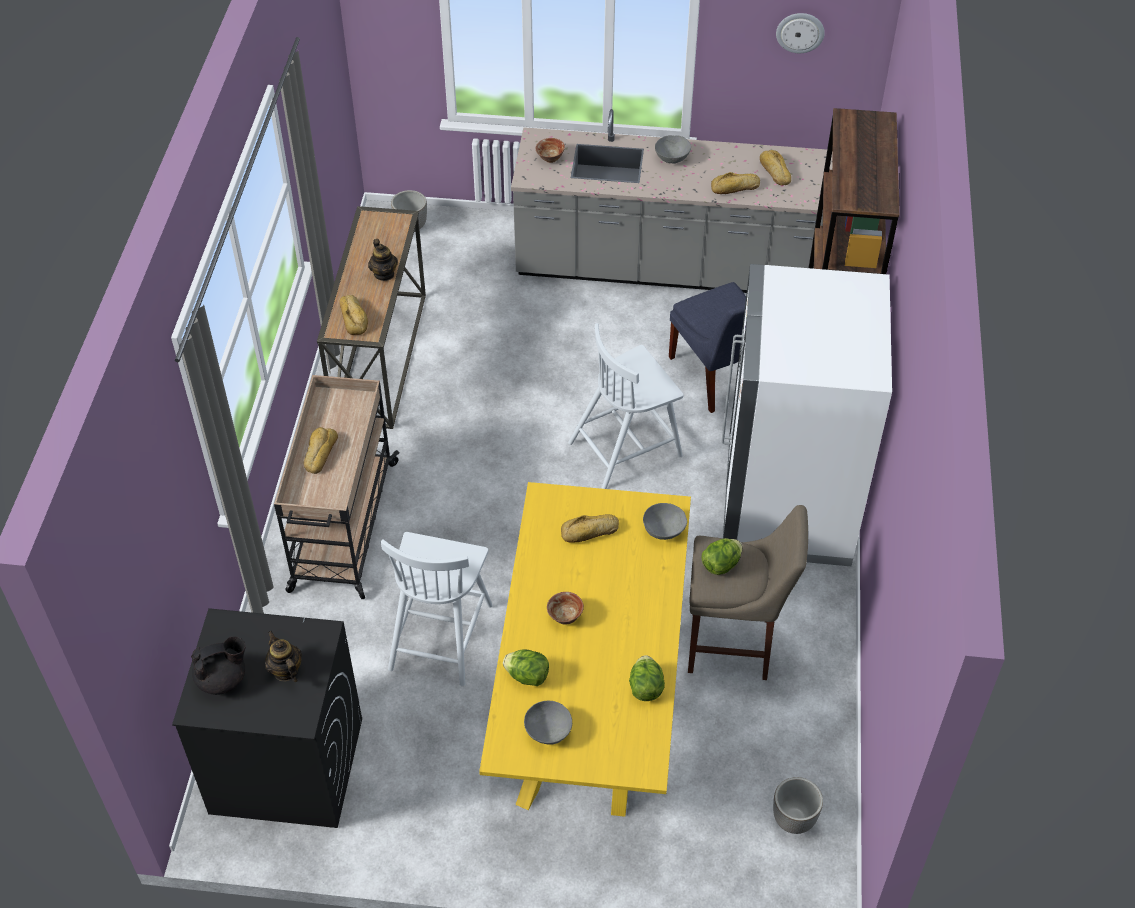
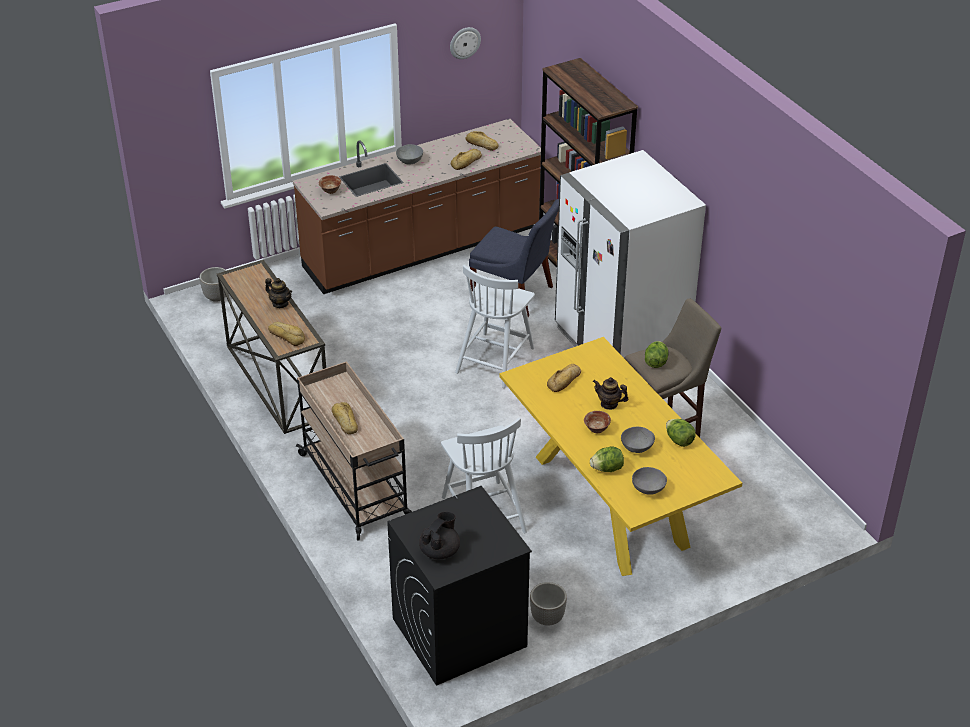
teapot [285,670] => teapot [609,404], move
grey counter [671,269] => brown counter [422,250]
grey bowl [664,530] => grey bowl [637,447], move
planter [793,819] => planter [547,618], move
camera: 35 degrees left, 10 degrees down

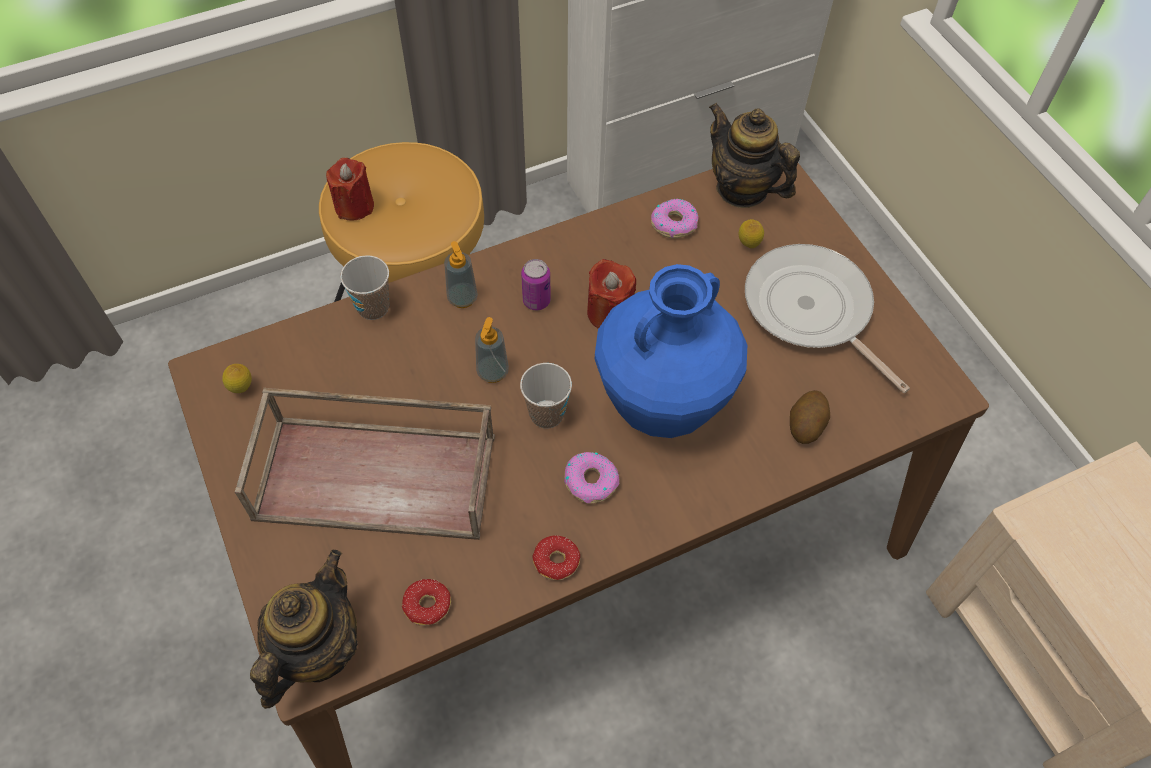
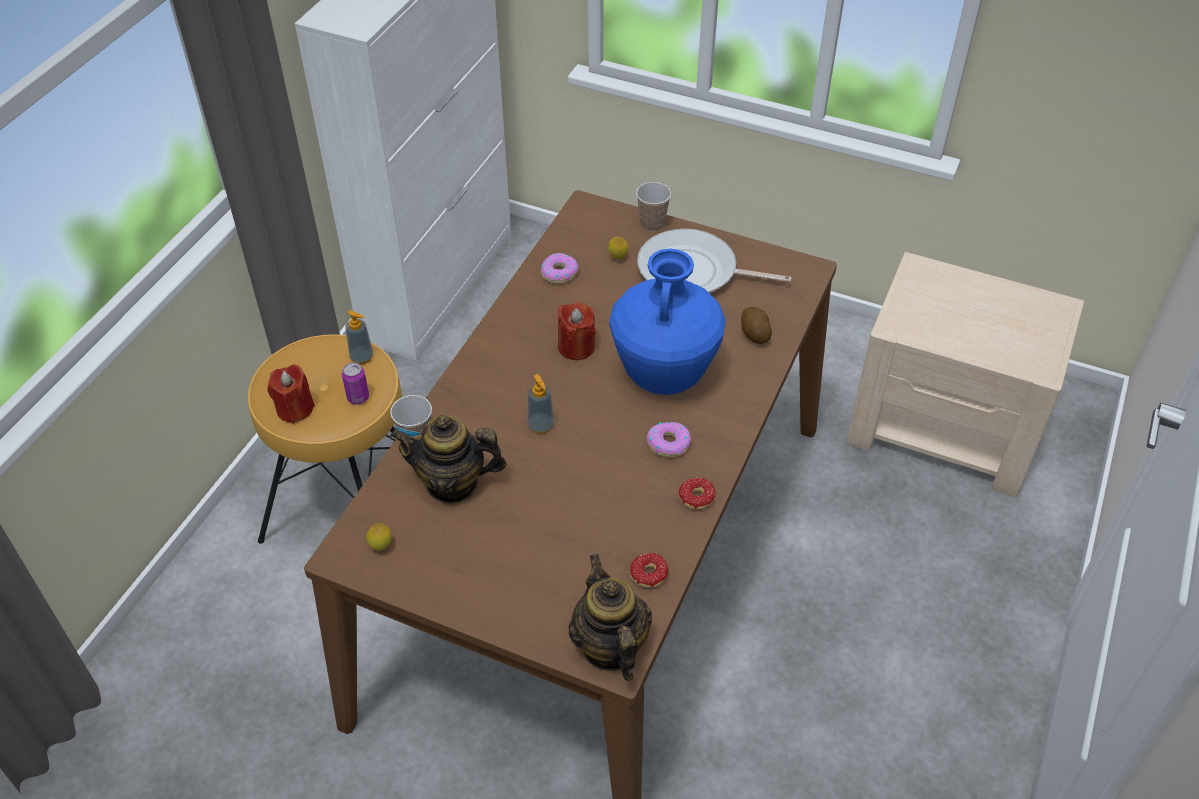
brown tray [378,475] => nothing
soap dispenser [462,298] => soap dispenser [362,357], move
cup [546,414] => cup [652,224], move
can [536,301] => can [358,398], move
teapot [742,189] => teapot [452,484], move
camera: 40 degrees left, 10 degrees down

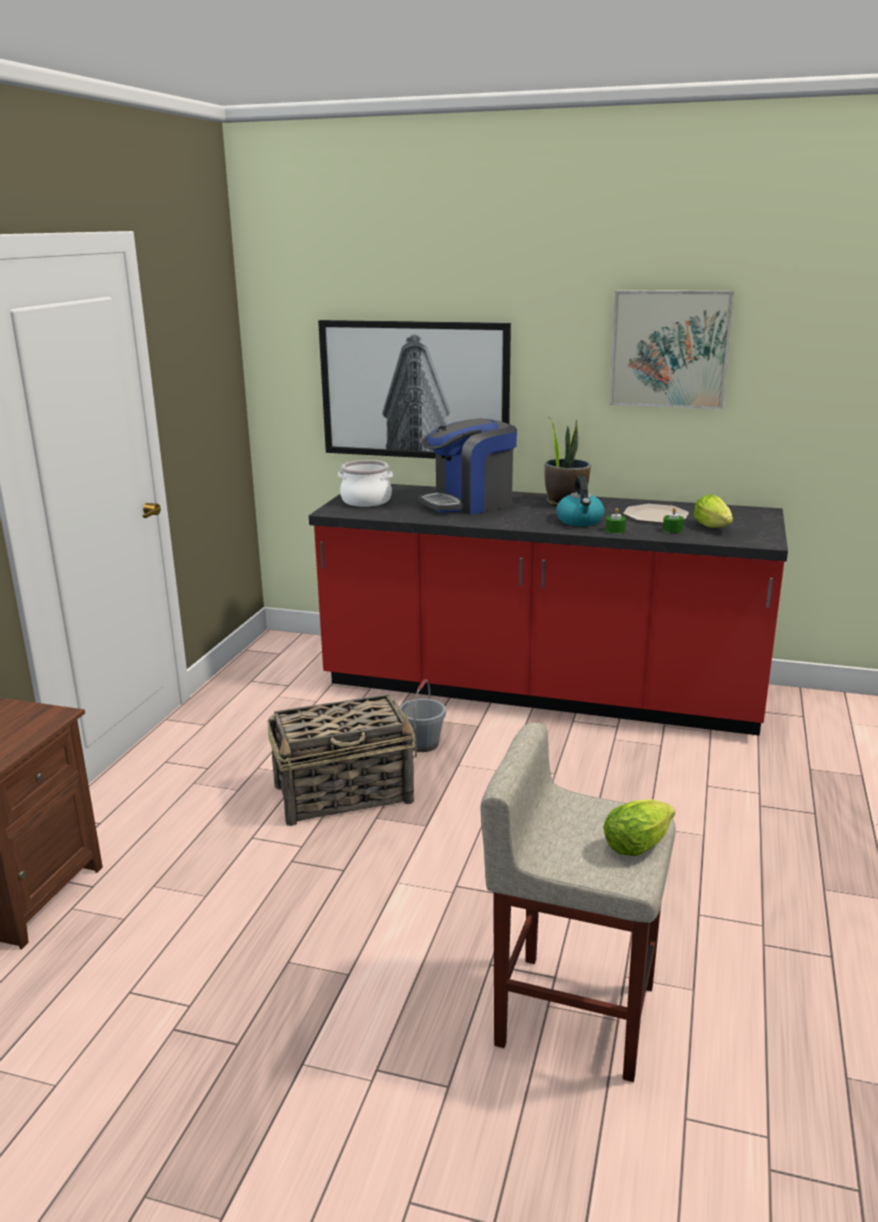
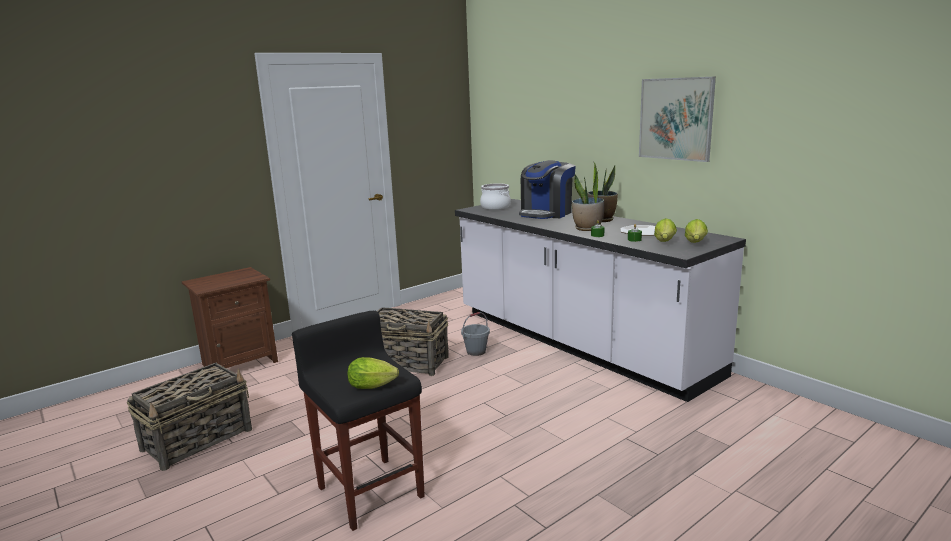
red counter [540,690] => white counter [578,342]
picture [414,390] => nothing
coffee machine [469,503] => coffee machine [546,213], 60 degrees counterclockwise
beige stool [573,1013] => black stool [370,491]
kettle [580,521] => potted plant [587,229]
nothing => basket [198,439]
nothing => lettuce [695,243]
camera: 35 degrees right, 5 degrees down

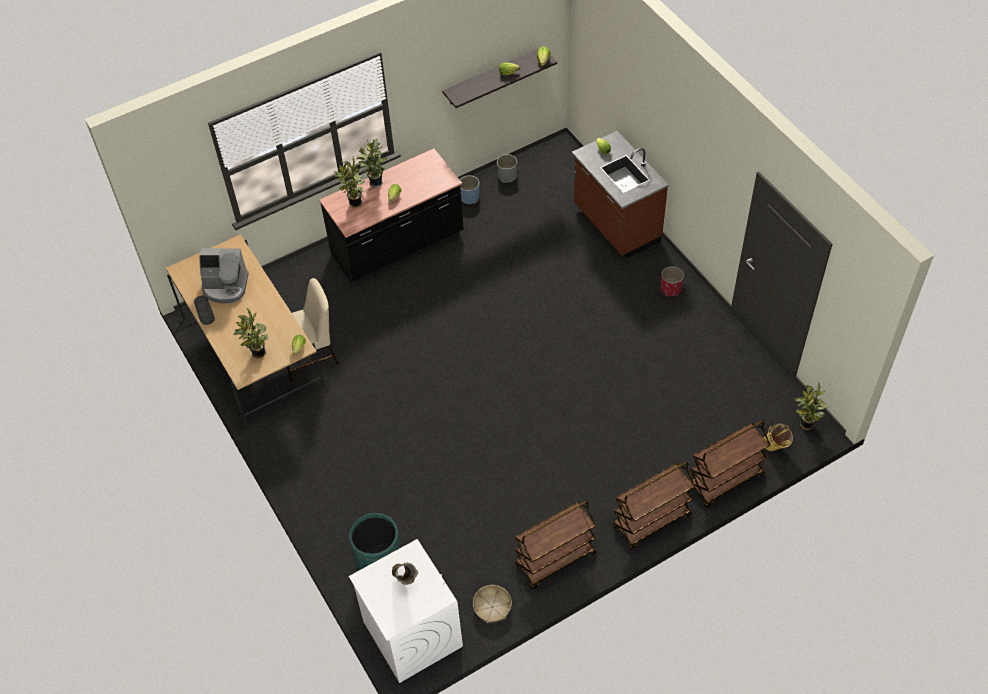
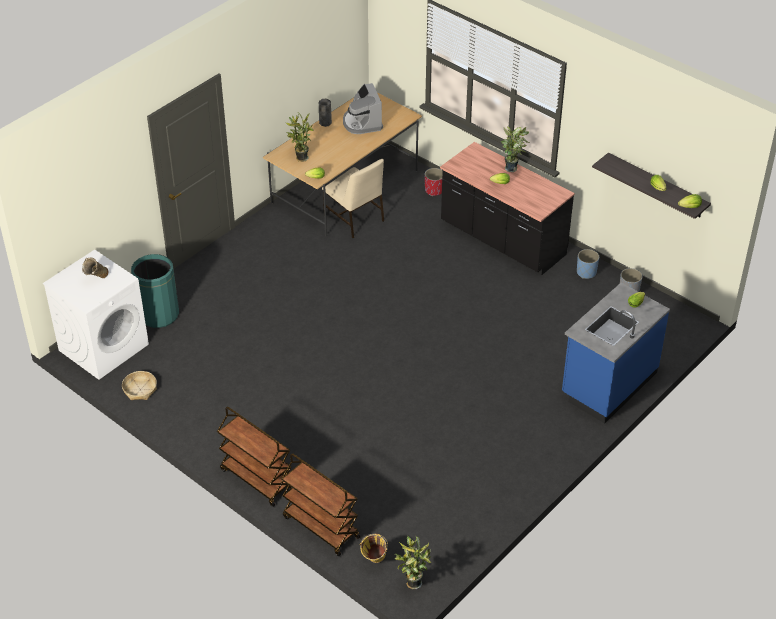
potted plant [354,204] => nothing
brown cart [555,560] => nothing
brown counter [615,225] => blue counter [608,384]
red planter [670,289] => red planter [434,190], move
camera: 70 degrees right, 10 degrees down

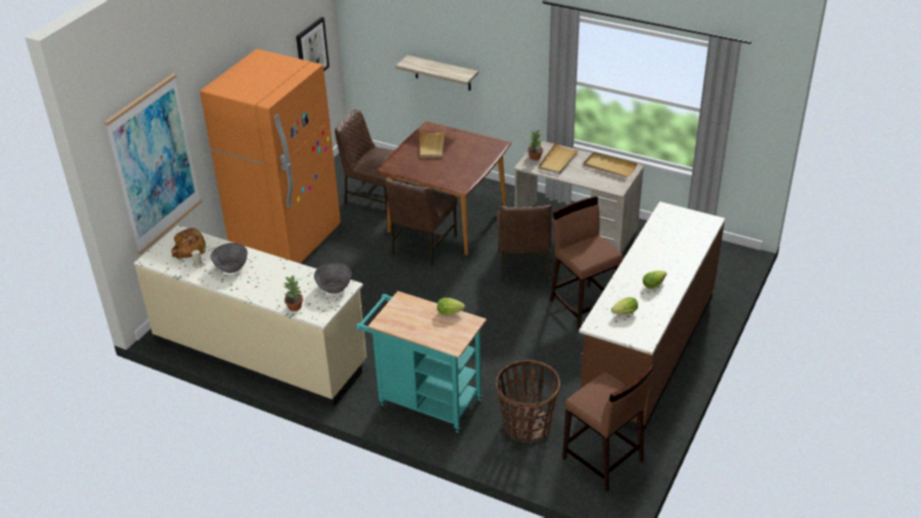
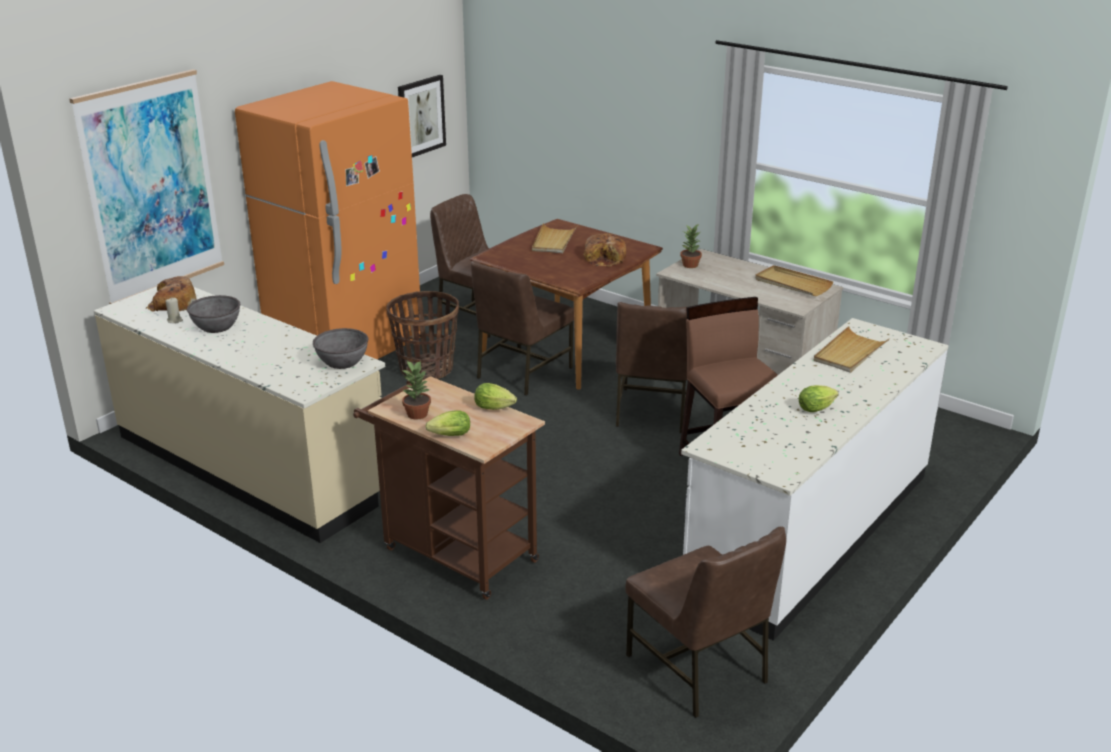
potted plant [294,306] => potted plant [417,414], move
turquoise cart [424,400] => brown cart [453,552]
shelf [442,73] => nothing
basket [526,426] => basket [426,369], move
beige tray [558,160] => beige tray [849,353], move
brown stool [603,460] => brown chair [699,669]
brown counter [647,351] => white counter [808,532]
lettuce [623,313] => lettuce [448,436], move
nothing => bread [606,258]
camera: 10 degrees right, 10 degrees down

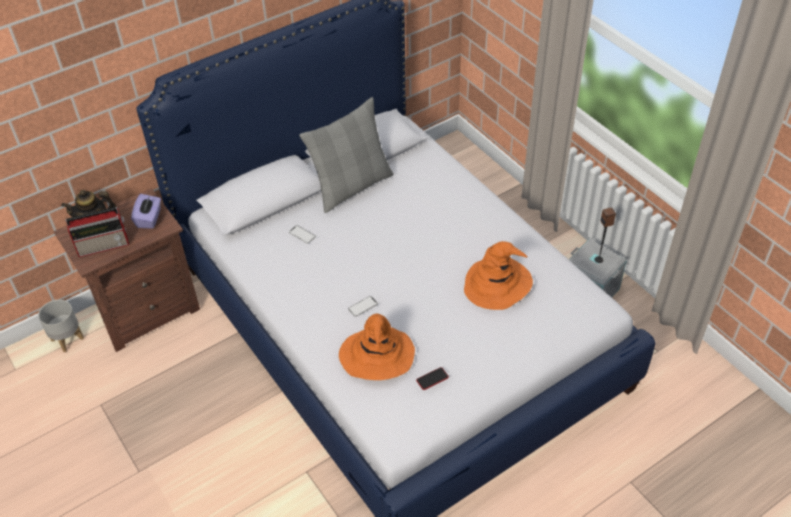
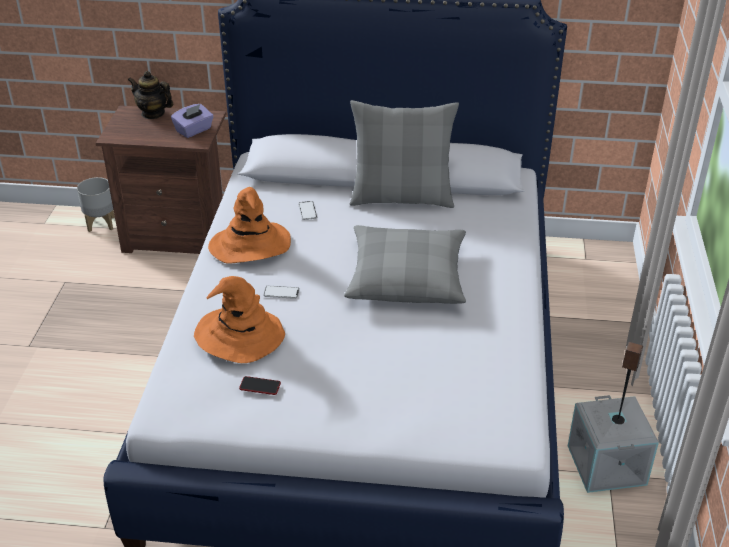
radio [104,245] => nothing
orange hat [497,284] => orange hat [250,245], move
nothing => grey pillow [406,277]
camera: 40 degrees right, 10 degrees down

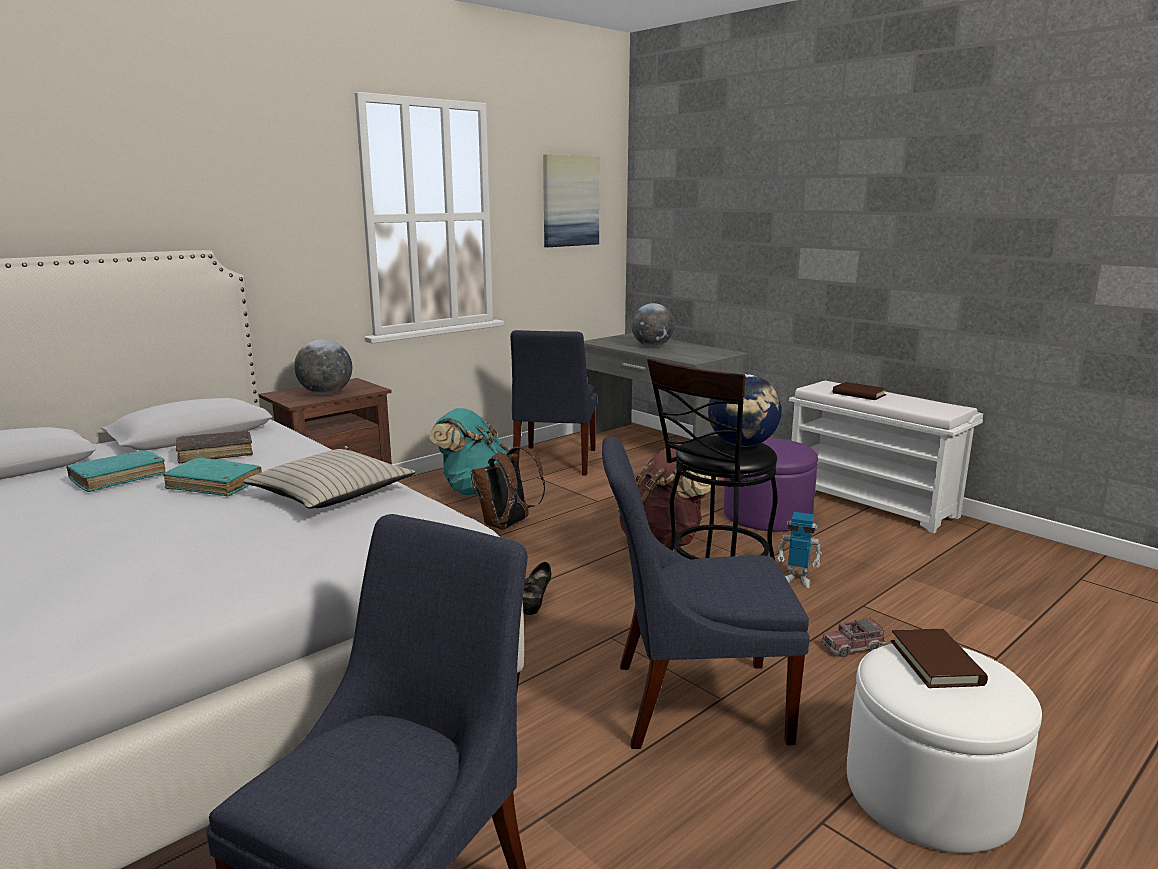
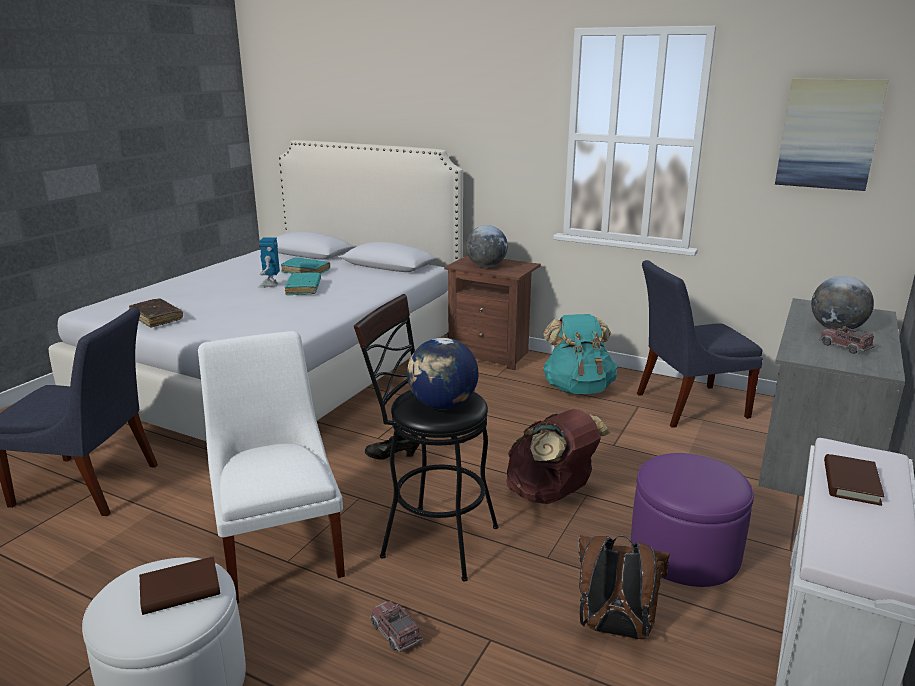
brown book [215,454] => brown book [156,318], move
beige pillow [331,493] => nothing
brown backpack [507,525] => brown backpack [614,629], move
blue chair [690,701] => white chair [280,547]
toy robot [797,580] => toy robot [270,285], move
nothing => toy truck [845,347]
camera: 70 degrees right, 5 degrees up

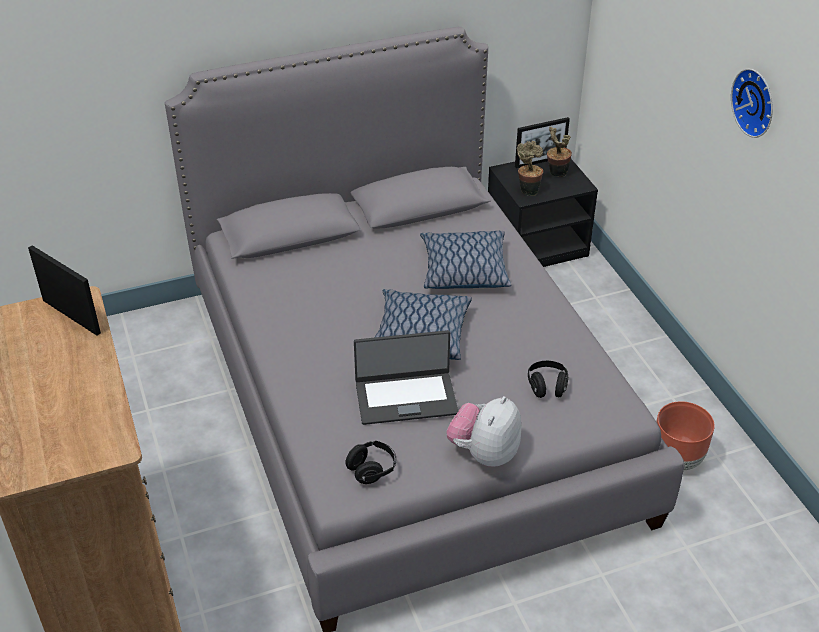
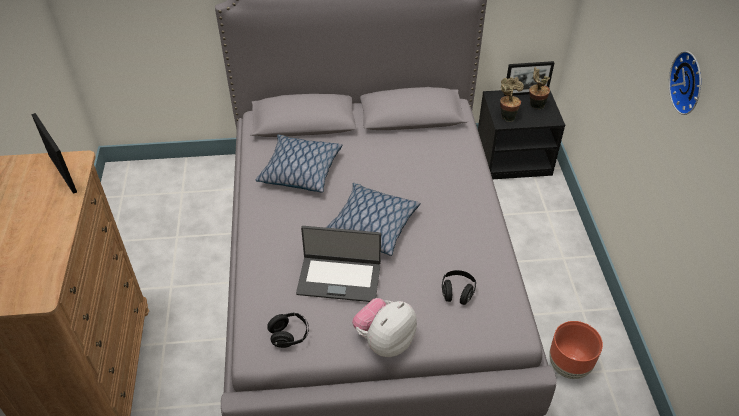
pillow [464,270] => pillow [300,171], move
camera: 15 degrees right, 5 degrees up

